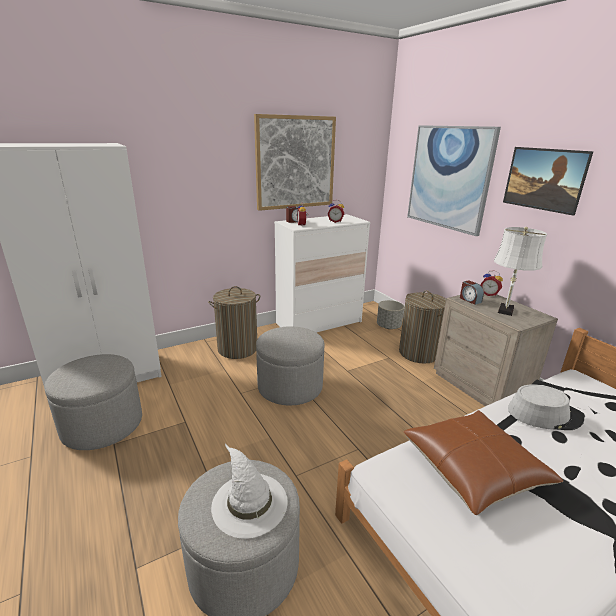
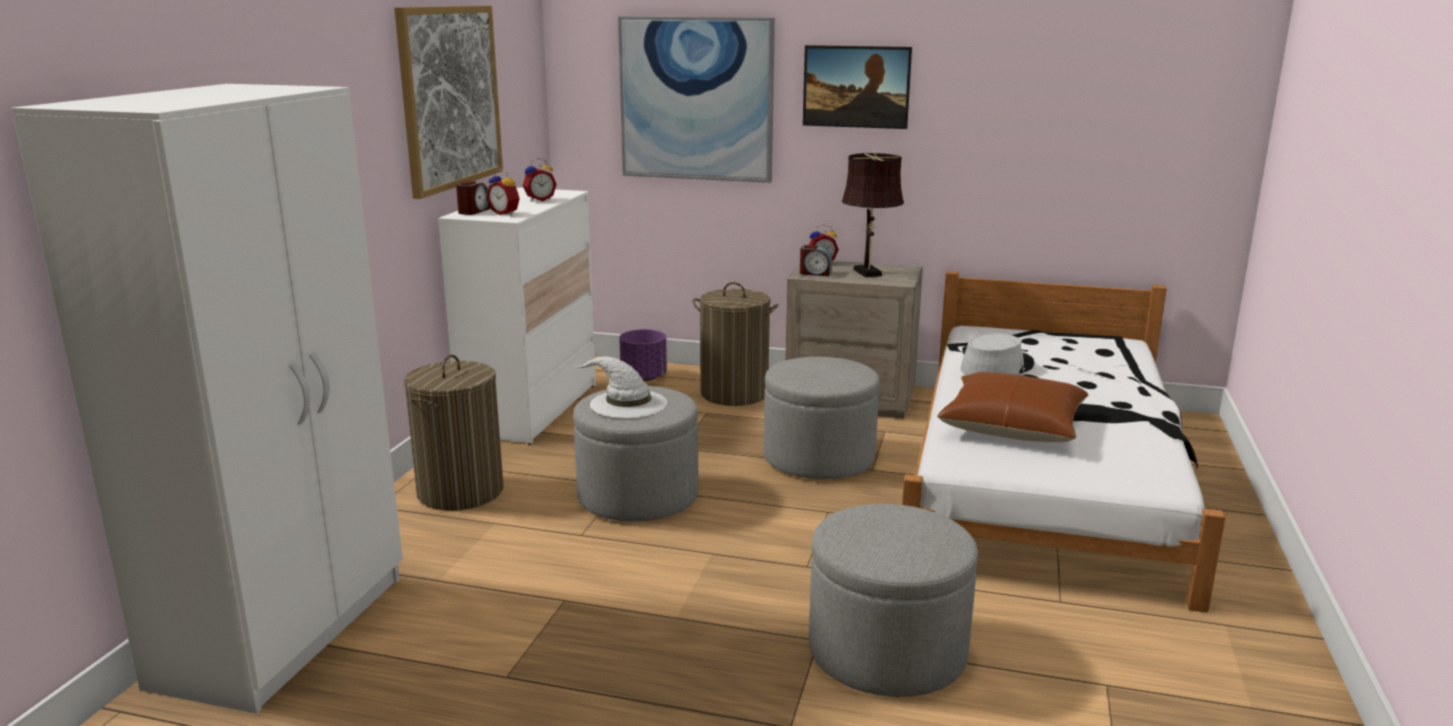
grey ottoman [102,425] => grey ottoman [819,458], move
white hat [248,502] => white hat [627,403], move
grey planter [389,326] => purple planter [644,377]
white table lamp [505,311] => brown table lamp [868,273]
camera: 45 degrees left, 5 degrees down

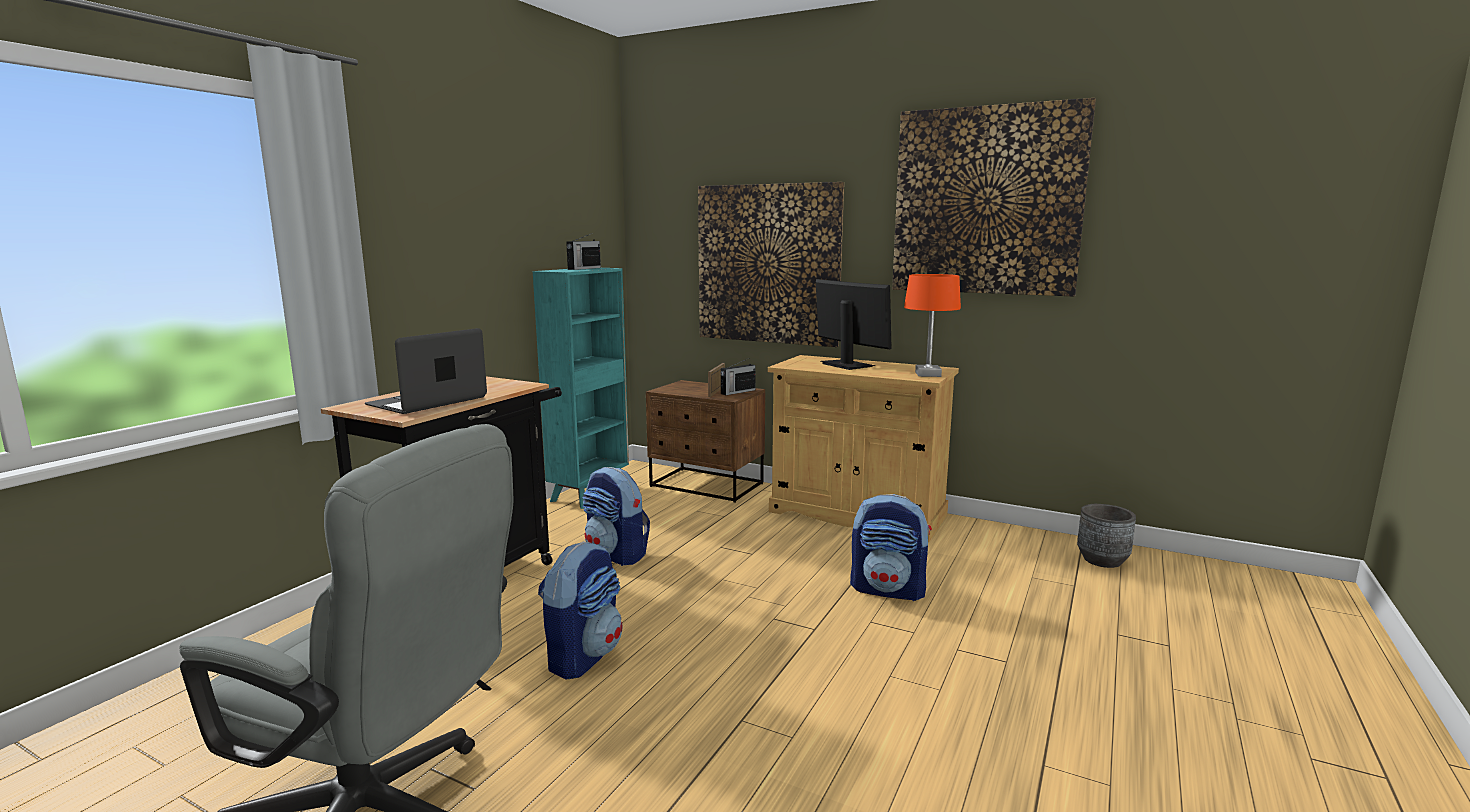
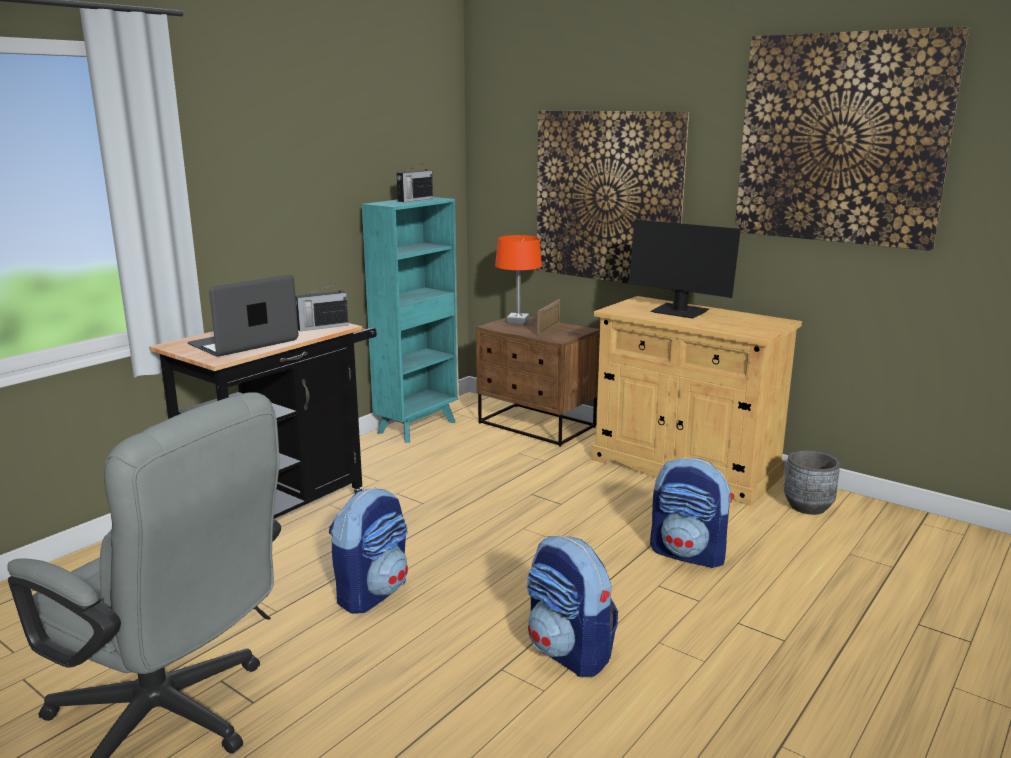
backpack [617,554] => backpack [569,652], move
radio [737,392] => radio [321,327], move
monitor [847,365] => monitor [679,312], 150 degrees clockwise
orange table lamp [927,374] => orange table lamp [518,321], move
grey planter [1102,560] => grey planter [808,507], move
camera: 10 degrees right, 5 degrees up

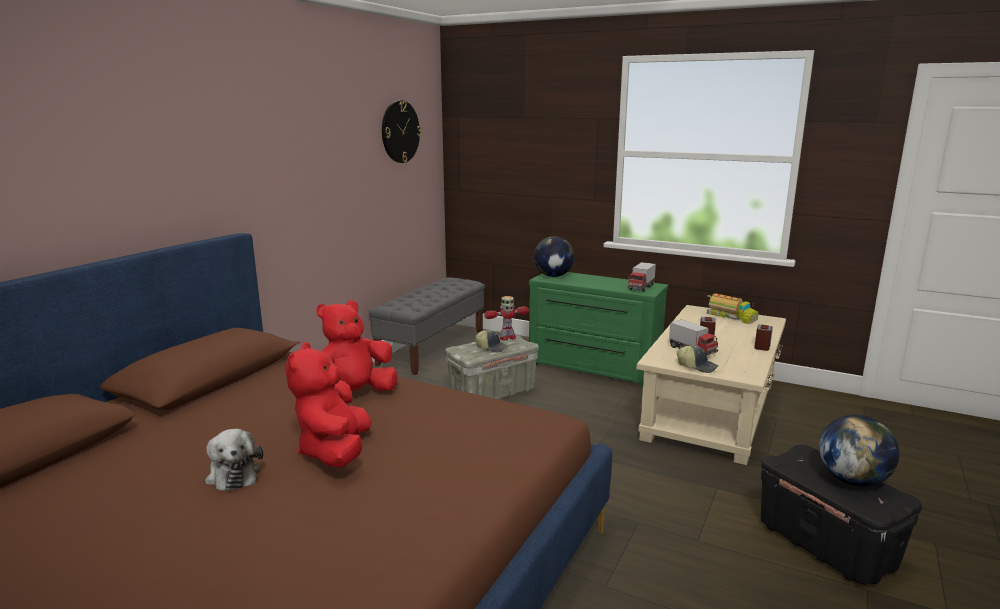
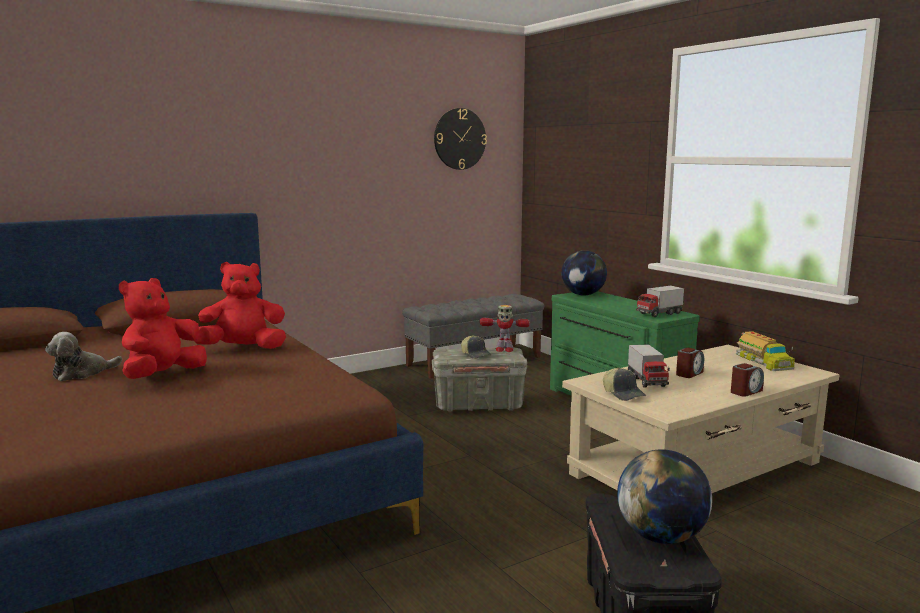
plush toy [233,474] => plush toy [82,373], 45 degrees clockwise
camera: 30 degrees right, 5 degrees down

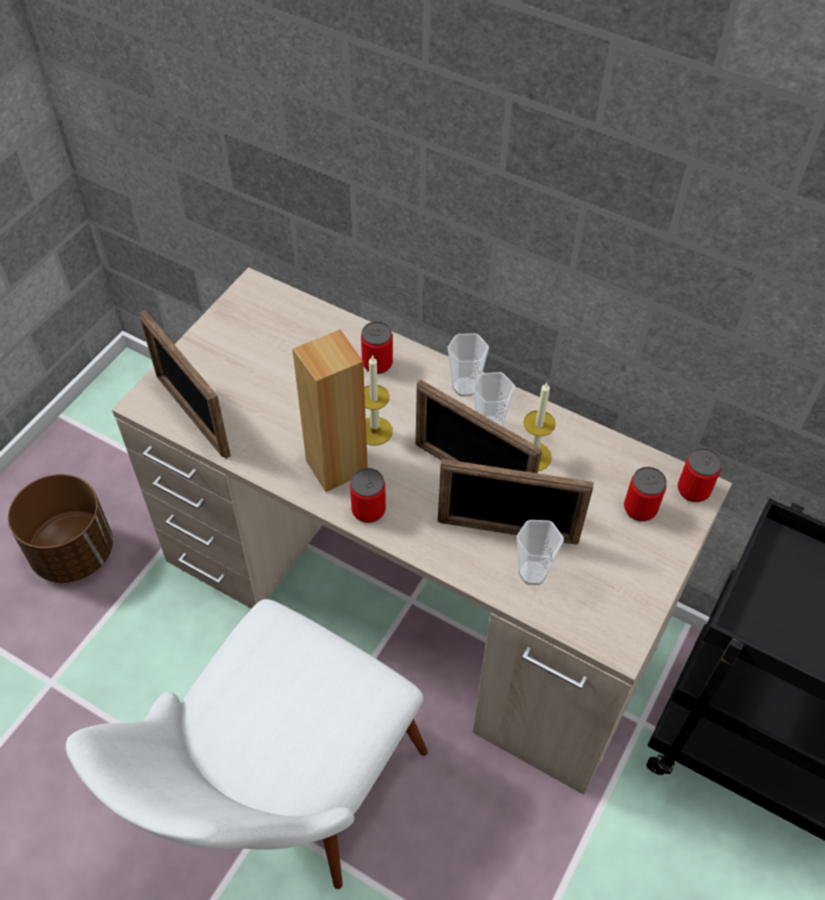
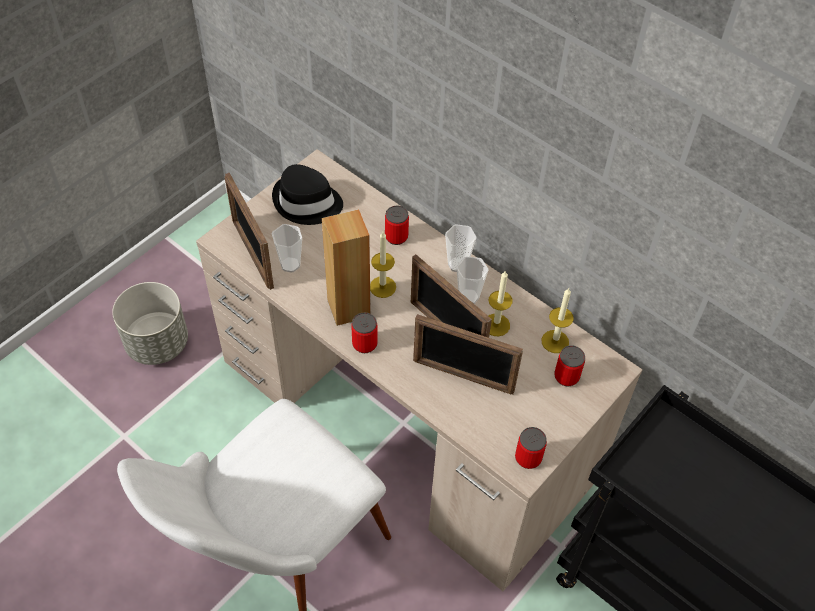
brown planter [73,552] => grey planter [157,343]
cup [532,573] => cup [290,265], move
can [693,490] => can [528,458], move
nothing => black hat [307,203]
nothing => candle [555,341]
camera: 10 degrees right, 0 degrees up

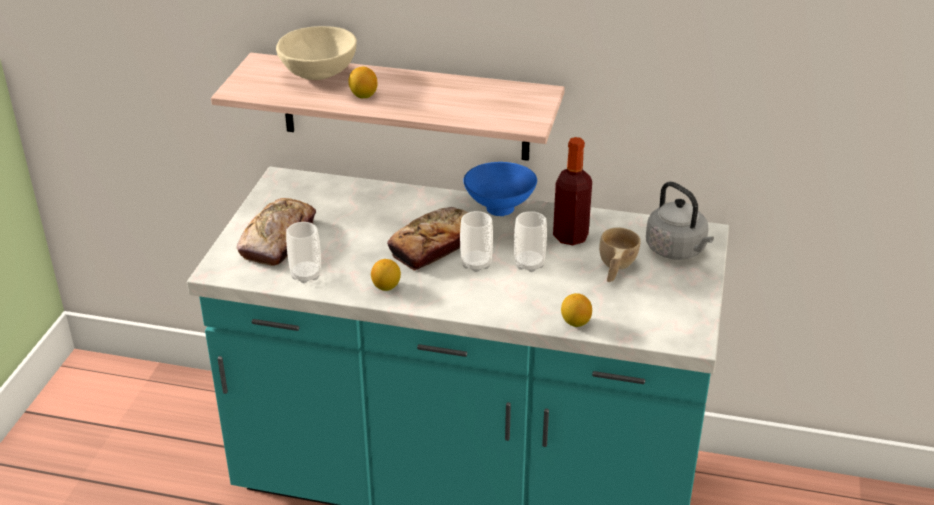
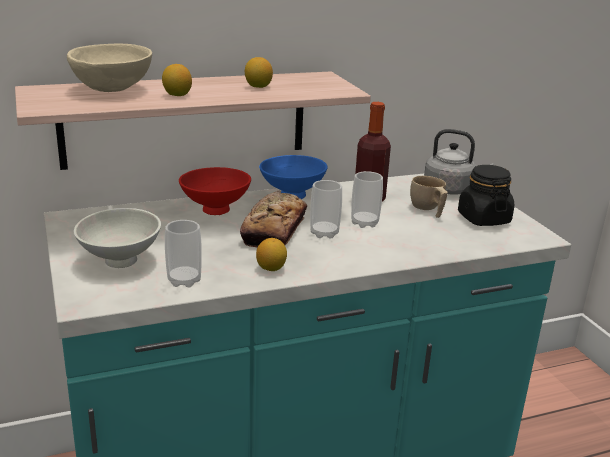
bread [278,240] => white bowl [122,261]
lemon [575,322] => lemon [258,87], move
nothing => red bowl [213,210]
nothing => black jar [483,218]
camera: 35 degrees left, 10 degrees down

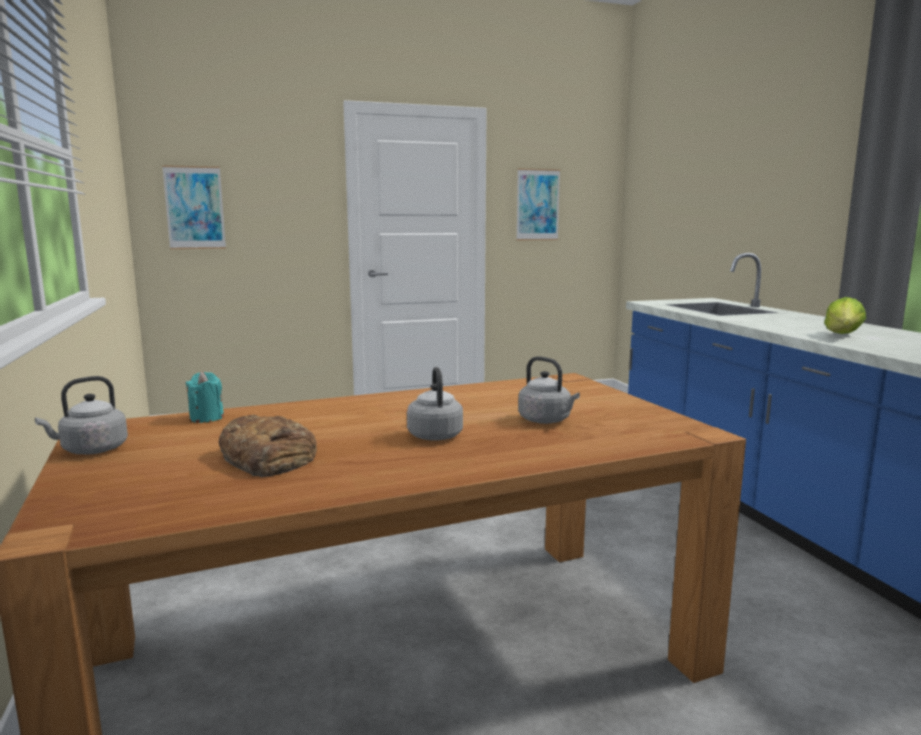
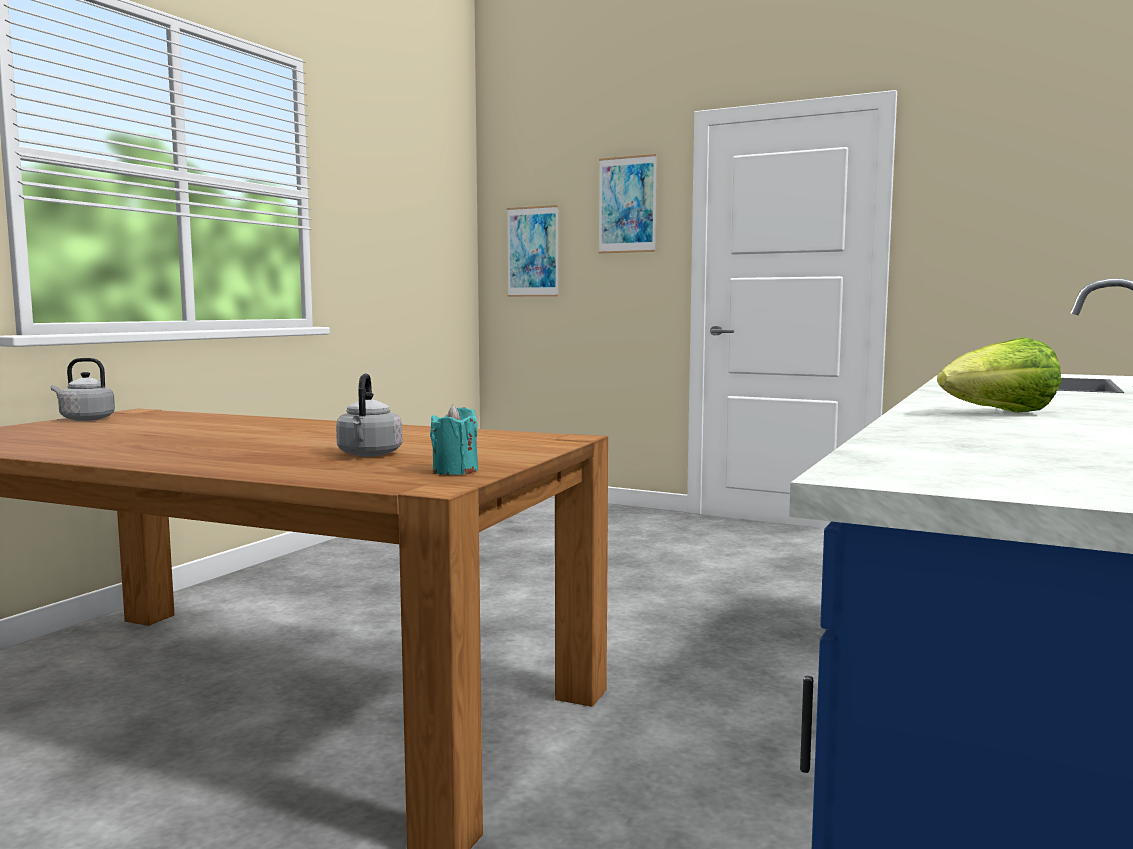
turquoise candle [206,418] => turquoise candle [455,471], move
bread [268,458] => nothing
grey kettle [435,435] => nothing
picture [537,205] => picture [627,205], move
camera: 45 degrees right, 5 degrees down

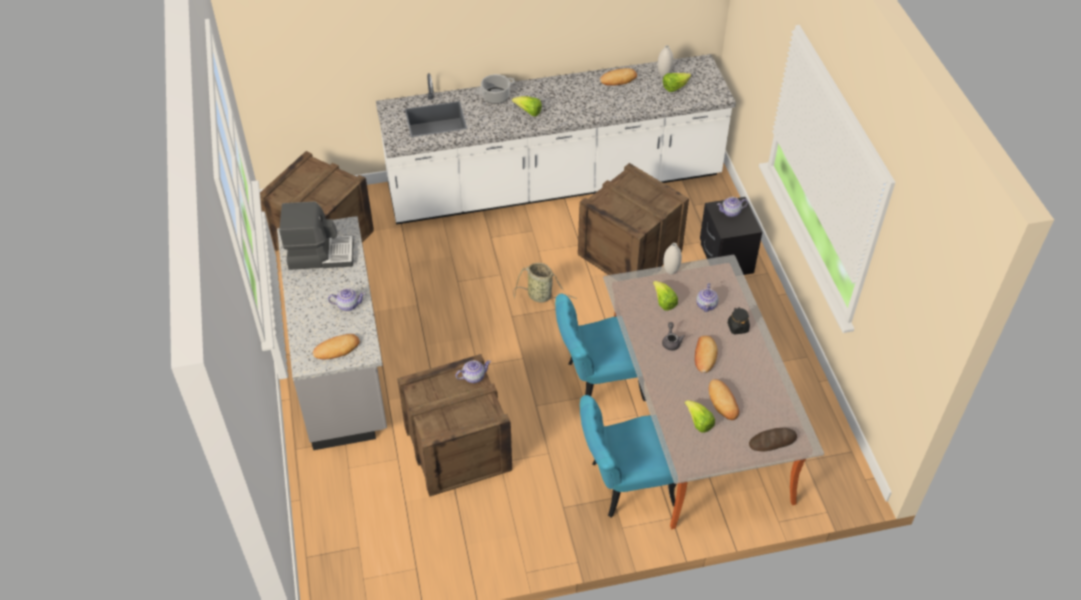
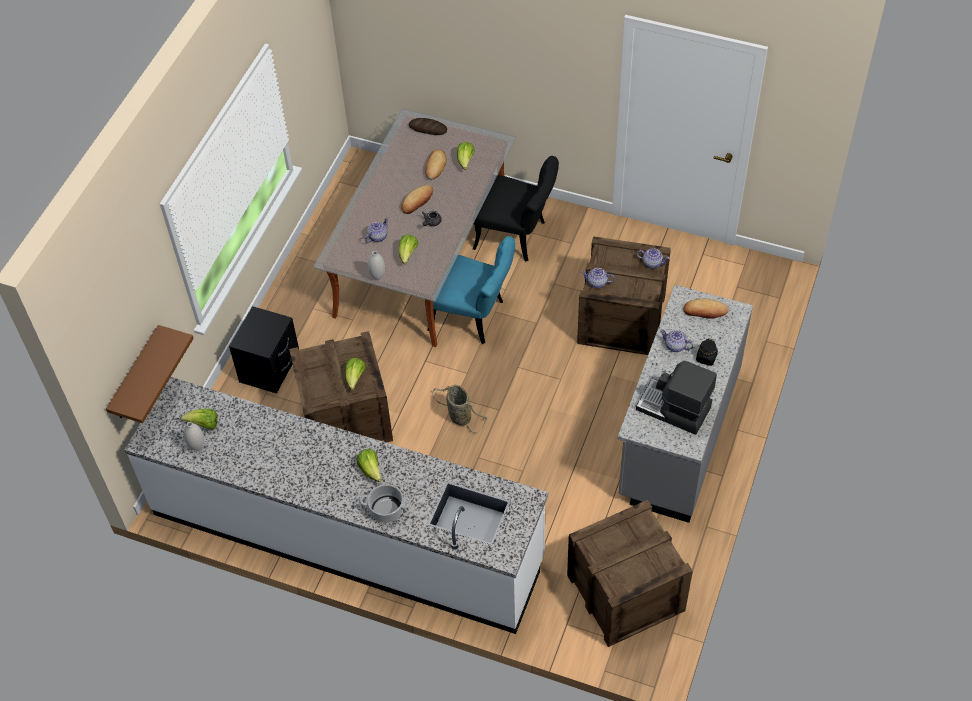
turquoise chair [623,485] => black chair [517,237]
bread [618,79] => nothing
teapot [731,212] => teapot [652,263], move
black jar [737,327] => black jar [706,358], move
nothing => brown shelf [136,376]
nothing => lettuce [355,378]
camera: 145 degrees left, 5 degrees up

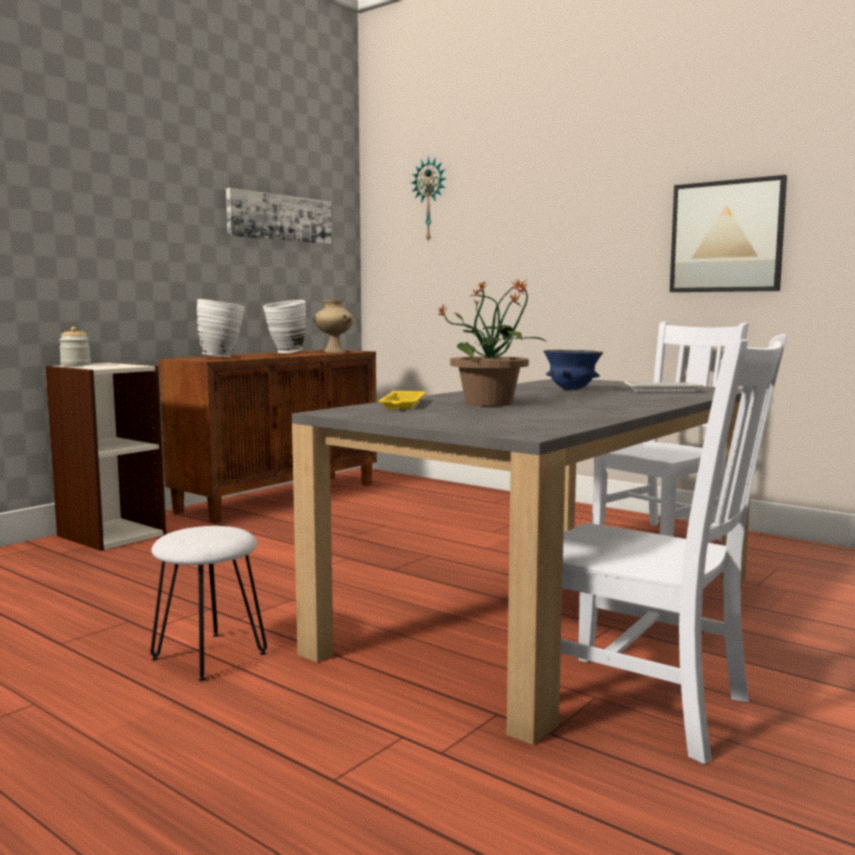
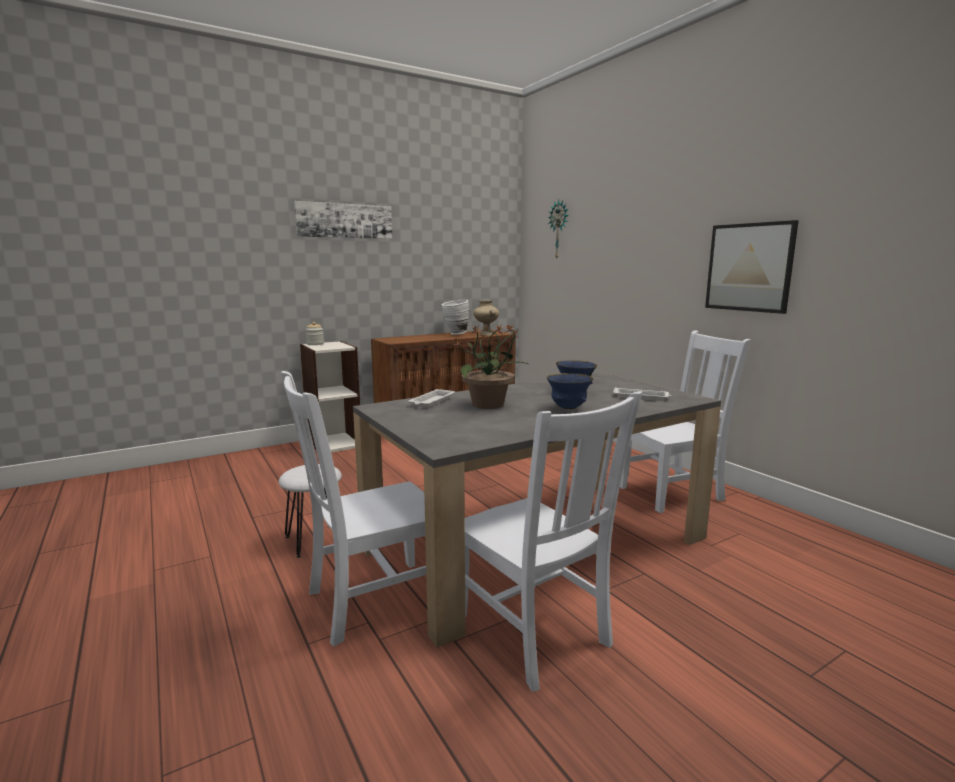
white vase [222,357] => nothing
picture [279,218] => picture [344,221], move
yellow tray [402,405] => white tray [431,401]
nothing => white chair [371,600]
nothing => blue bowl [568,408]
camera: 20 degrees right, 5 degrees up

